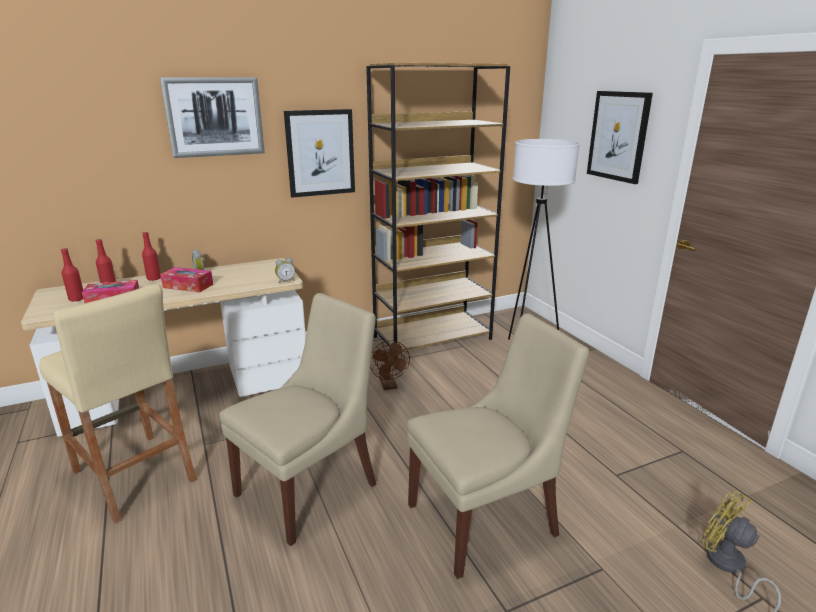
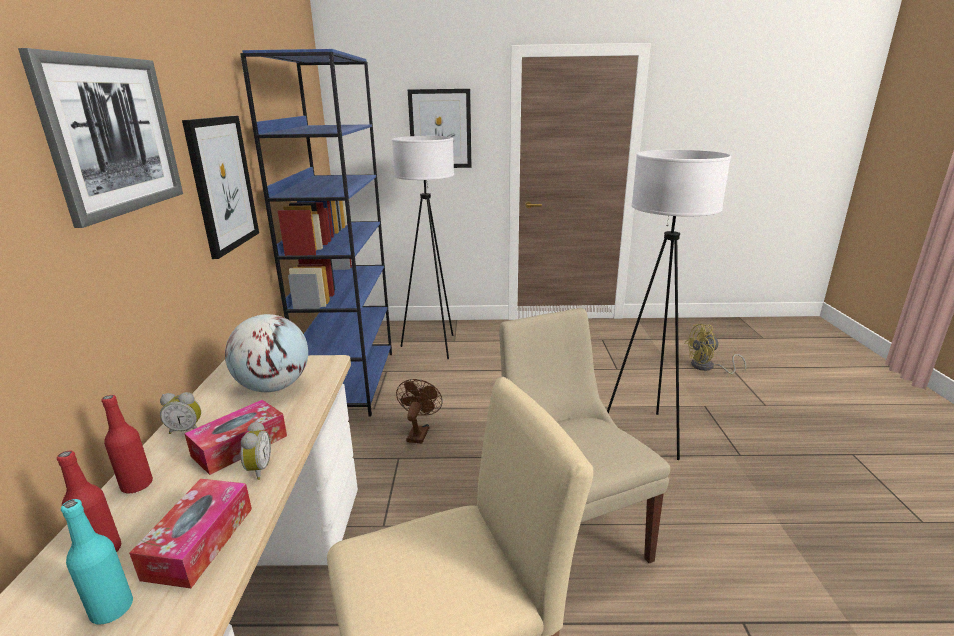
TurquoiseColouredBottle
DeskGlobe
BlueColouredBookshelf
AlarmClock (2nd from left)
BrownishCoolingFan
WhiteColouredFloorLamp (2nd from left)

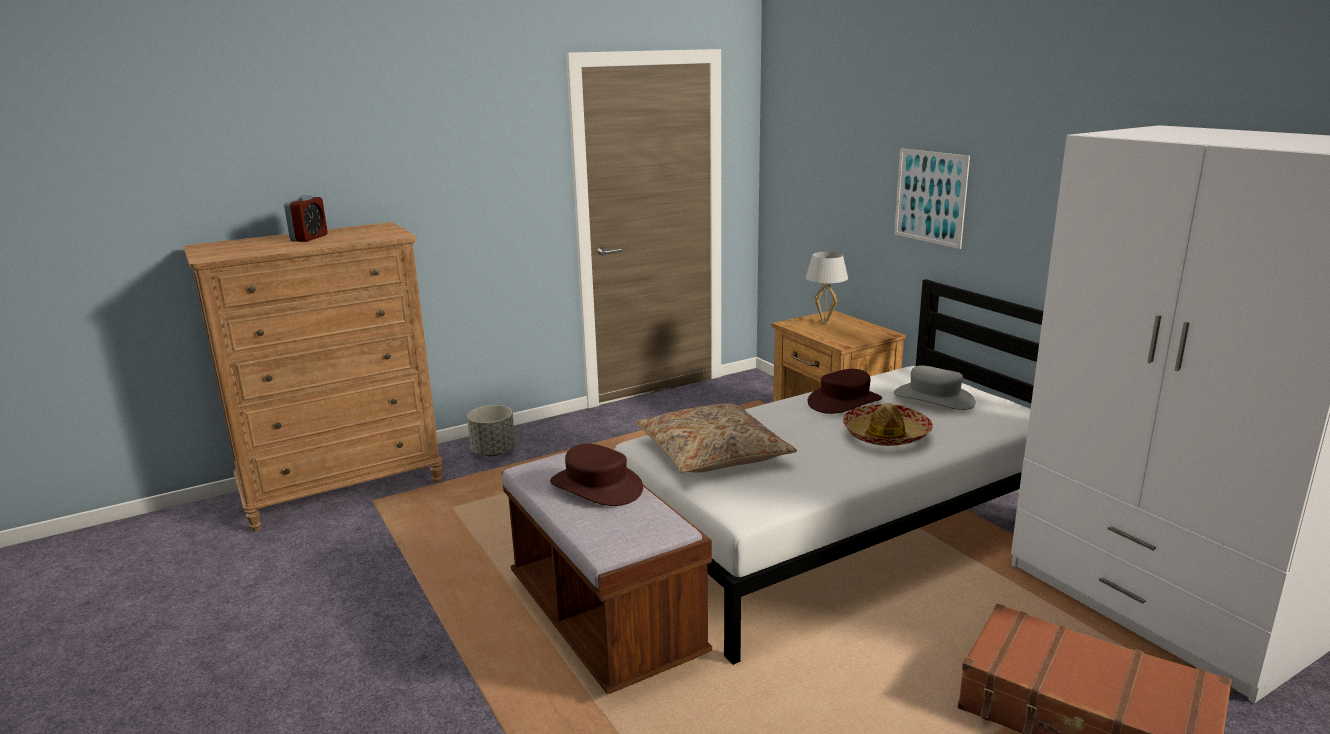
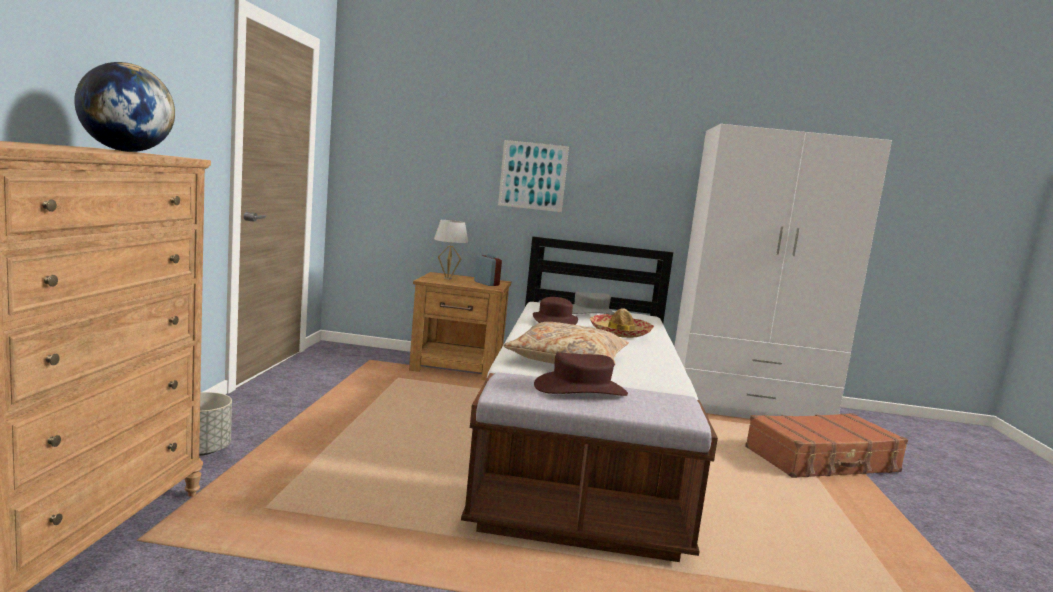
DeskGlobe
AlarmClock

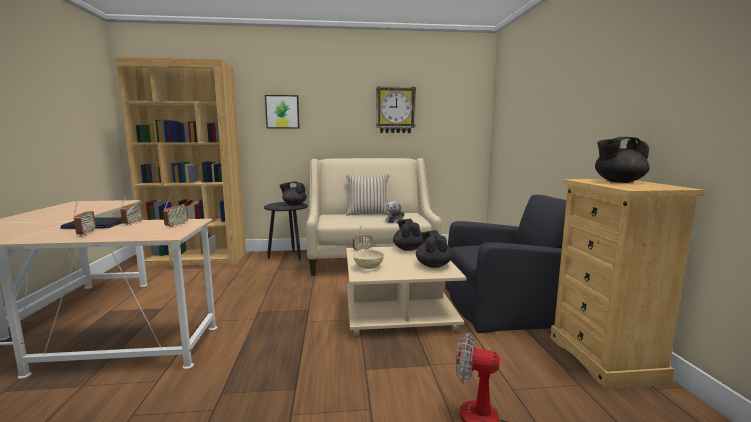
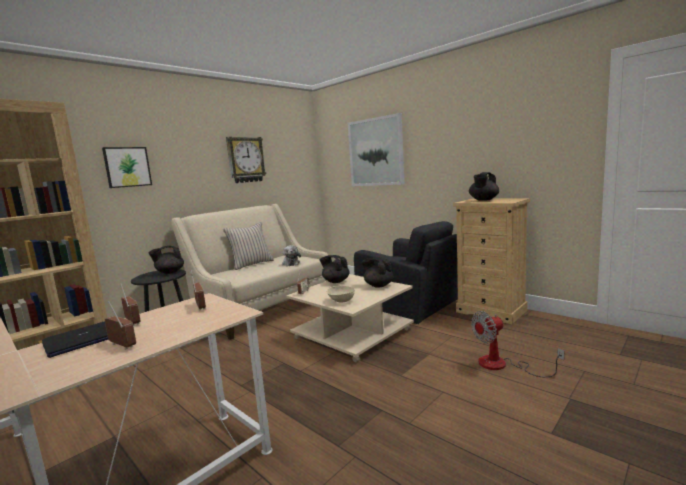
WallPicture (2nd from left)
BlackColouredArmchair

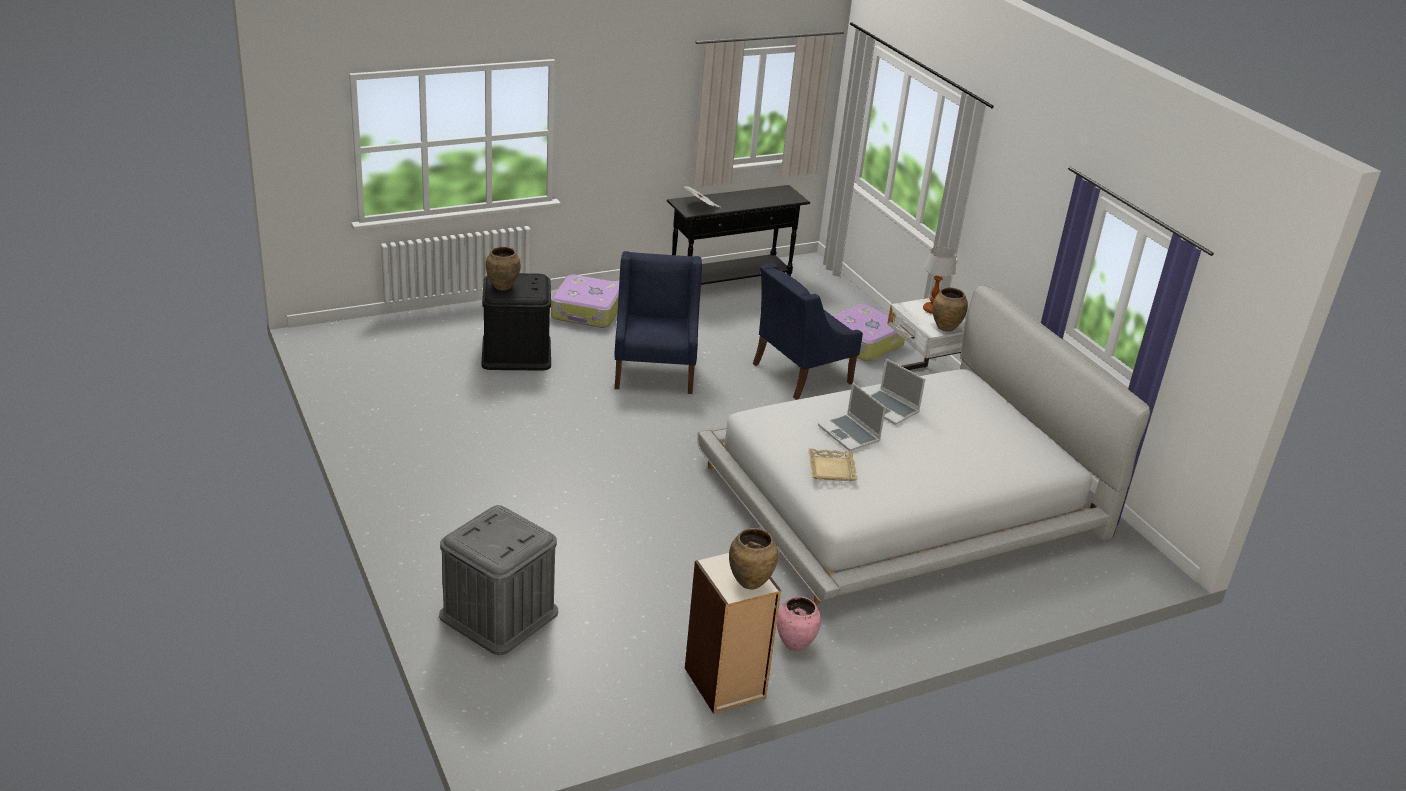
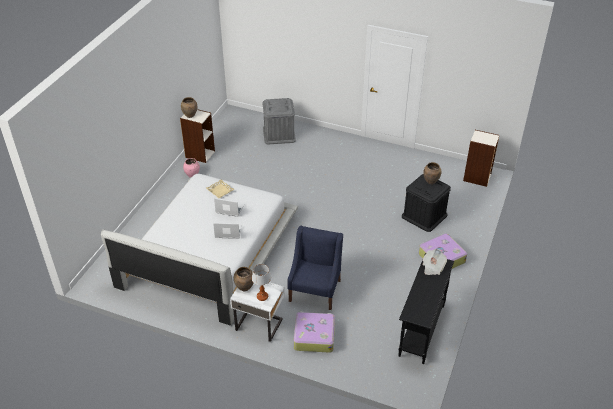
Bookshelf (2nd from left)
BlueColouredArmchair (1st from left in the first image)

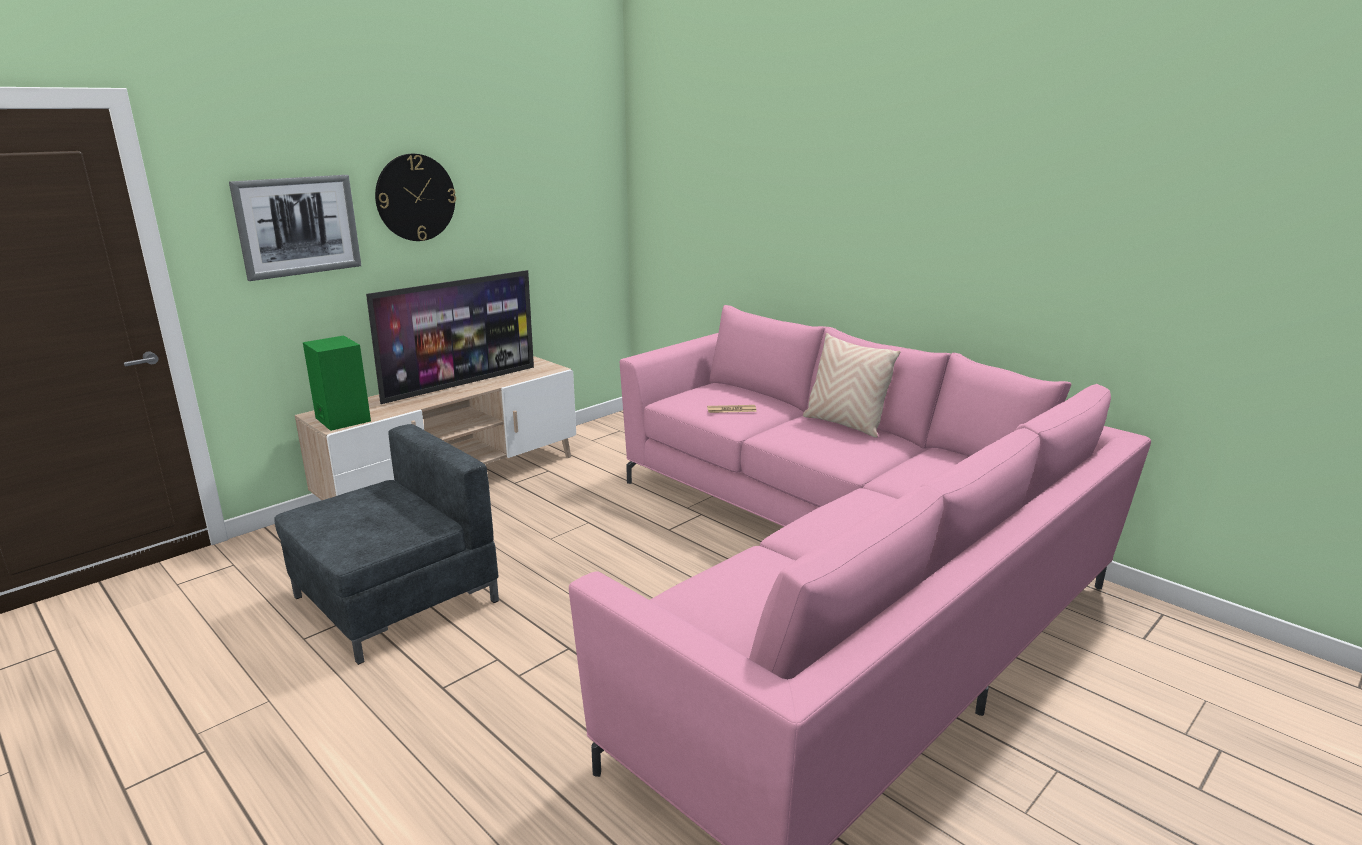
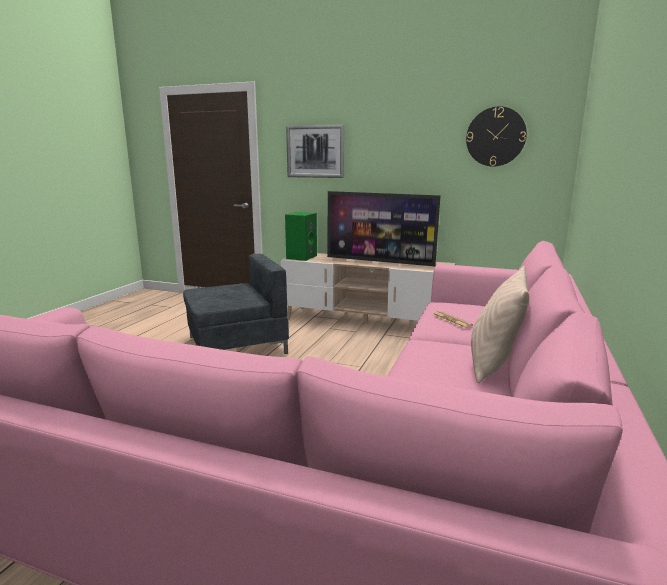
GrayArmchair
WallClock

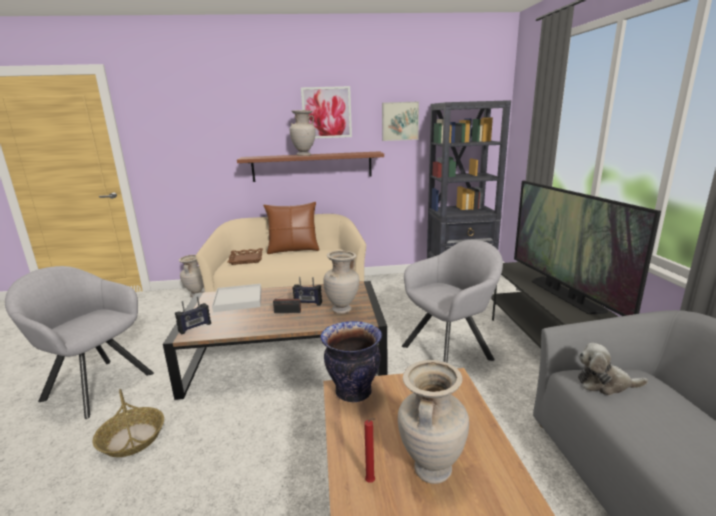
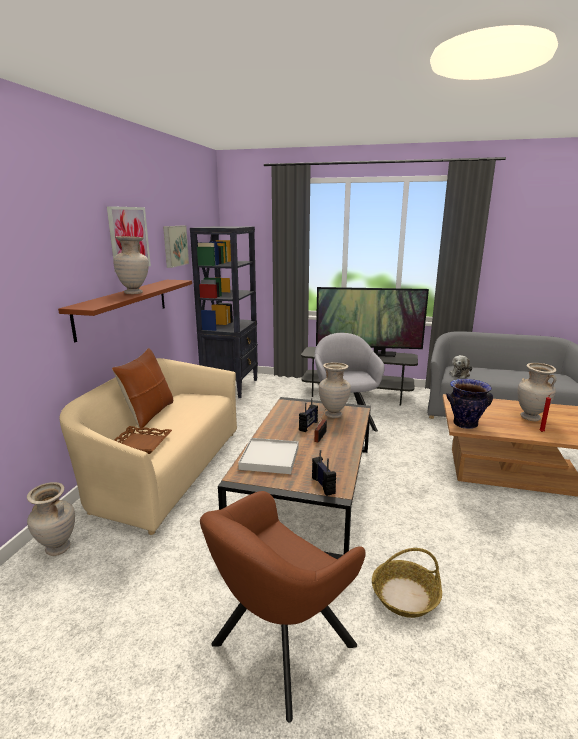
BrownishArmchair

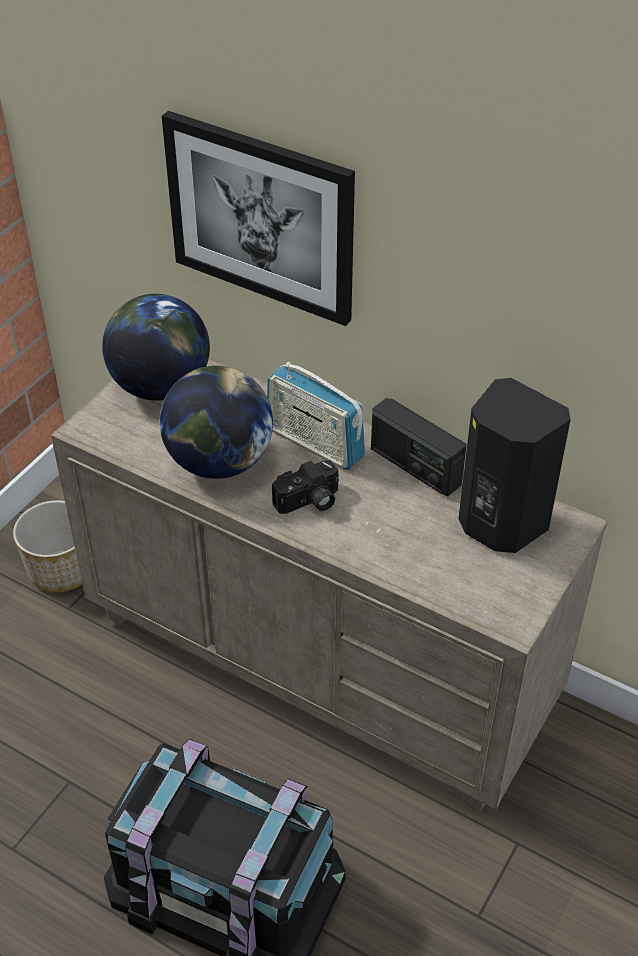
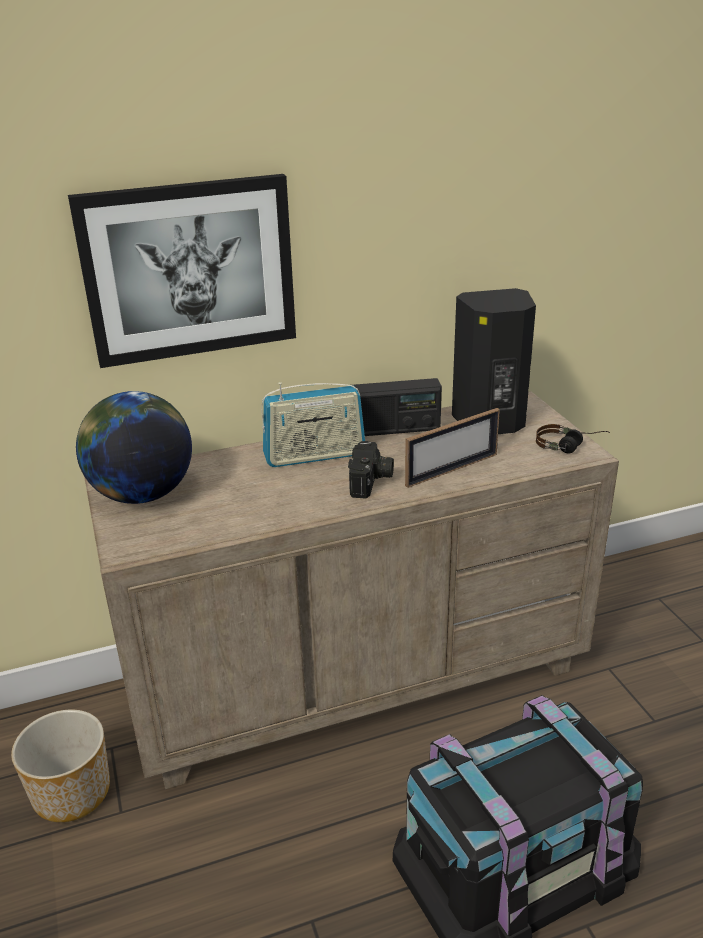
StandingFrame
Headphones
DeskGlobe (2nd from left in the first image)

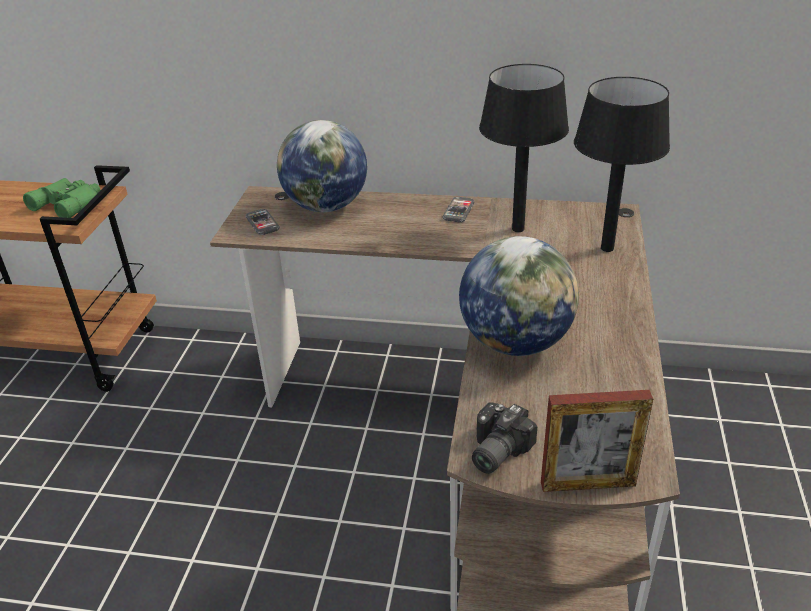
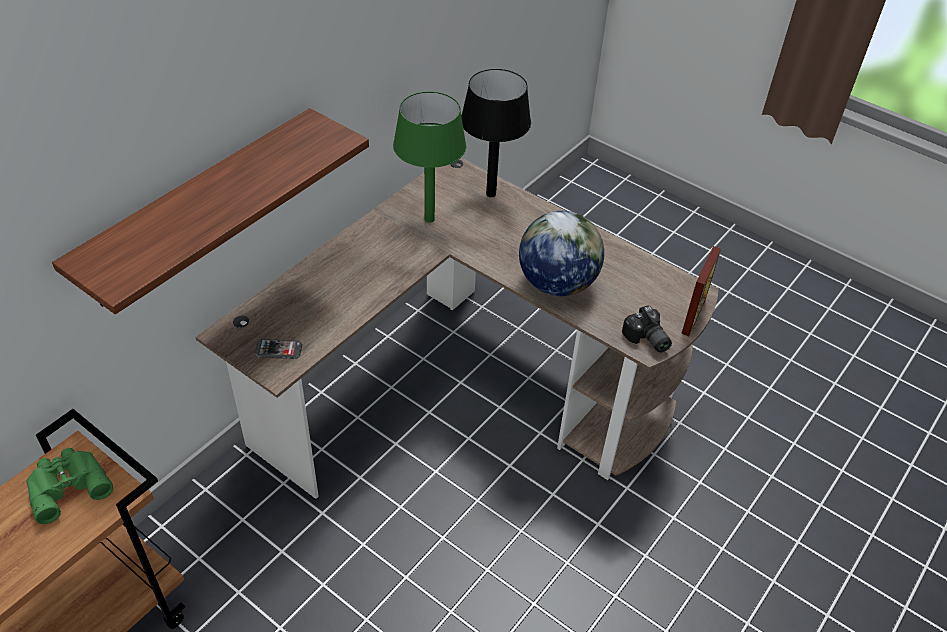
Shelf
GreenColouredLampForATable
DeskGlobe (1st from left in the first image)
Telephone (2nd from left in the first image)

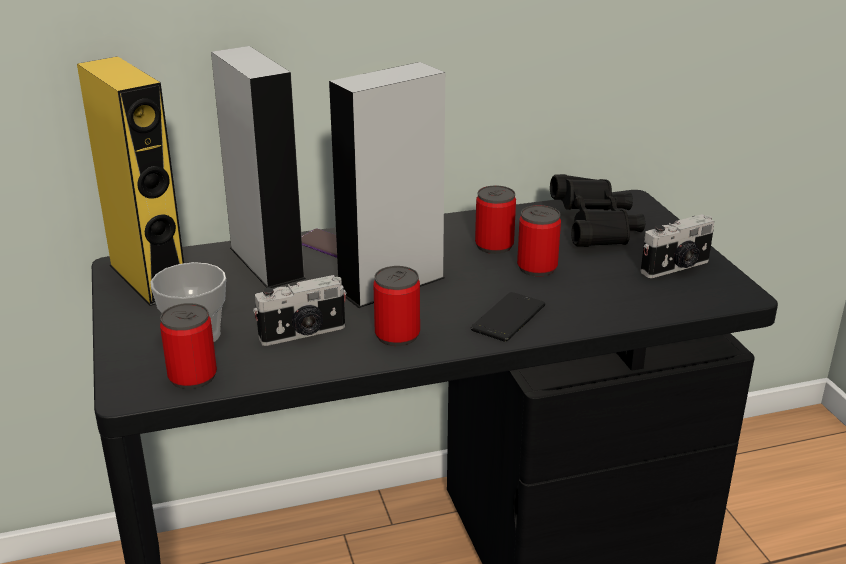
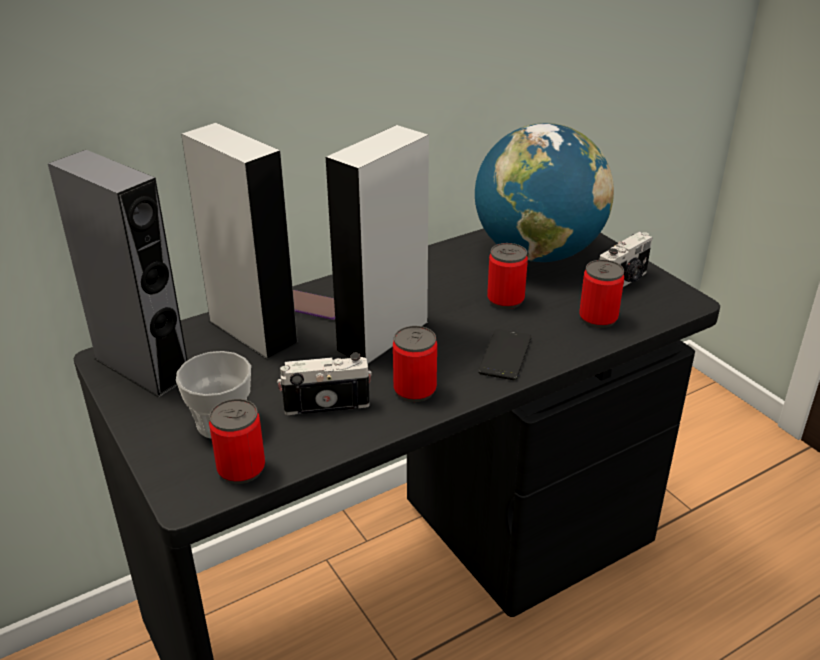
GrayLoudspeaker (1st from left)
PhotoCamera (1st from left)
DeskGlobe
SealedCan (4th from left)

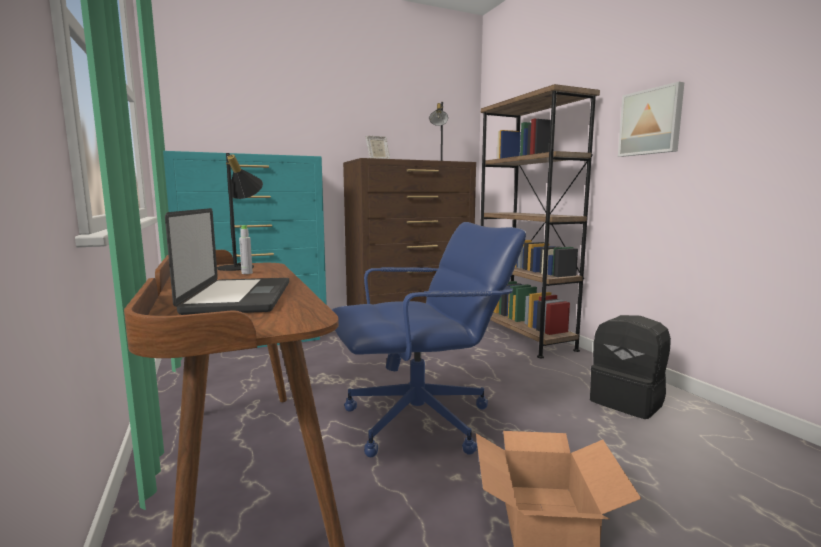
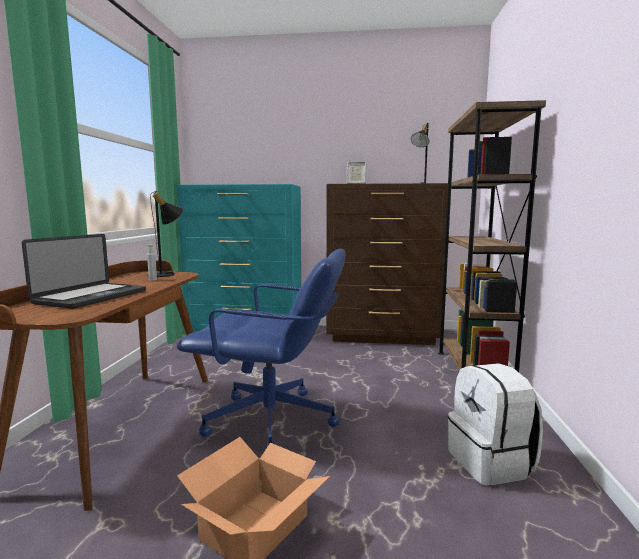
WhiteColouredBackpack
WallPicture

